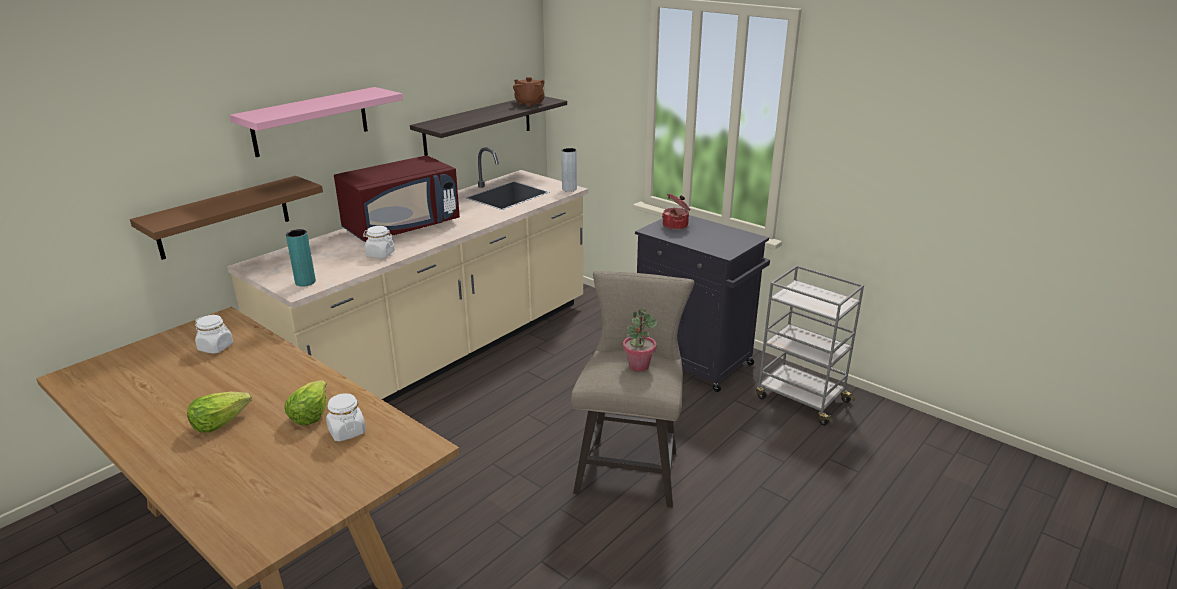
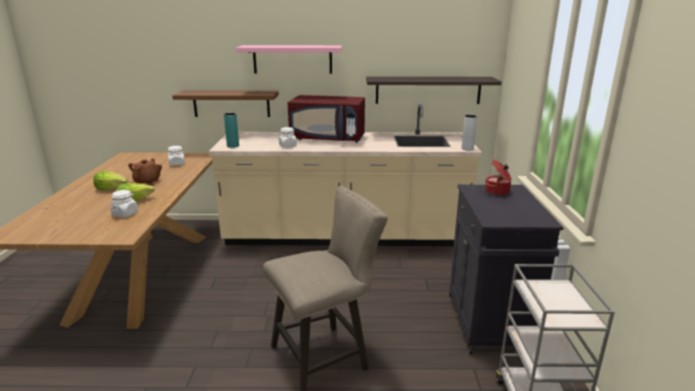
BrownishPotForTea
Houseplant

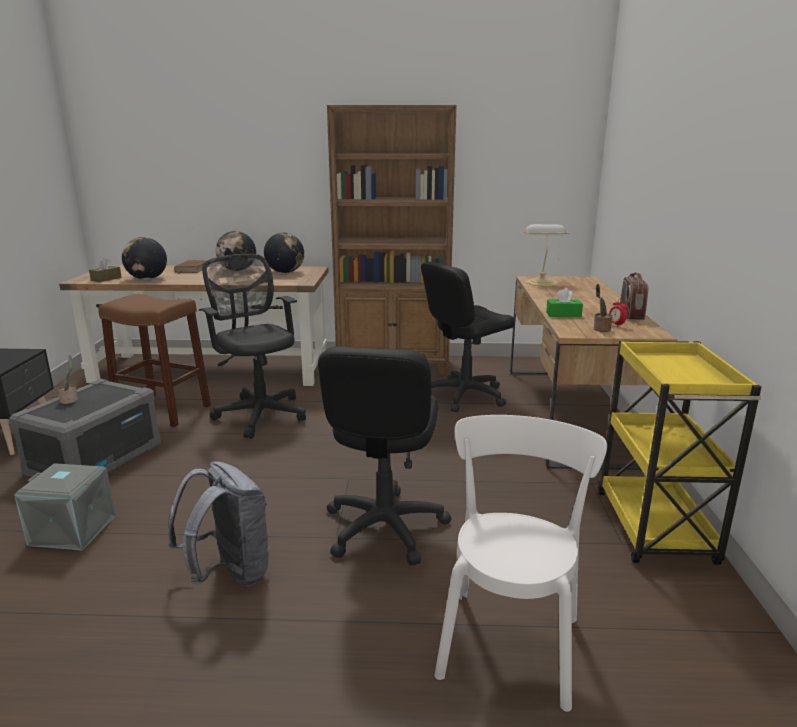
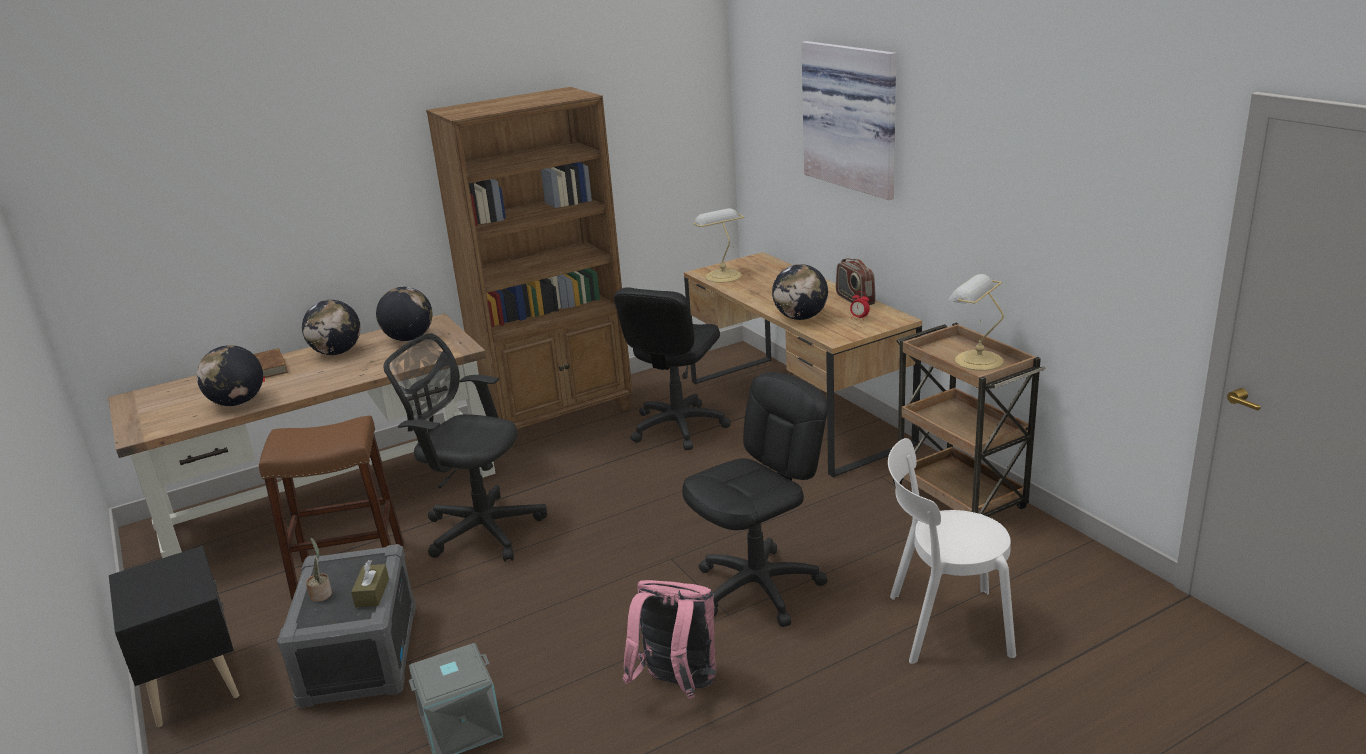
BrownishBoxOfTissues
PinkBackpack
BlackColouredOfficeChair (3rd from left)
DeskGlobe (4th from left)
WallPicture
WhiteColouredPlainChair
BrownishTrolley
LampForATable (2nd from left)
Houseplant (2nd from left in the first image)

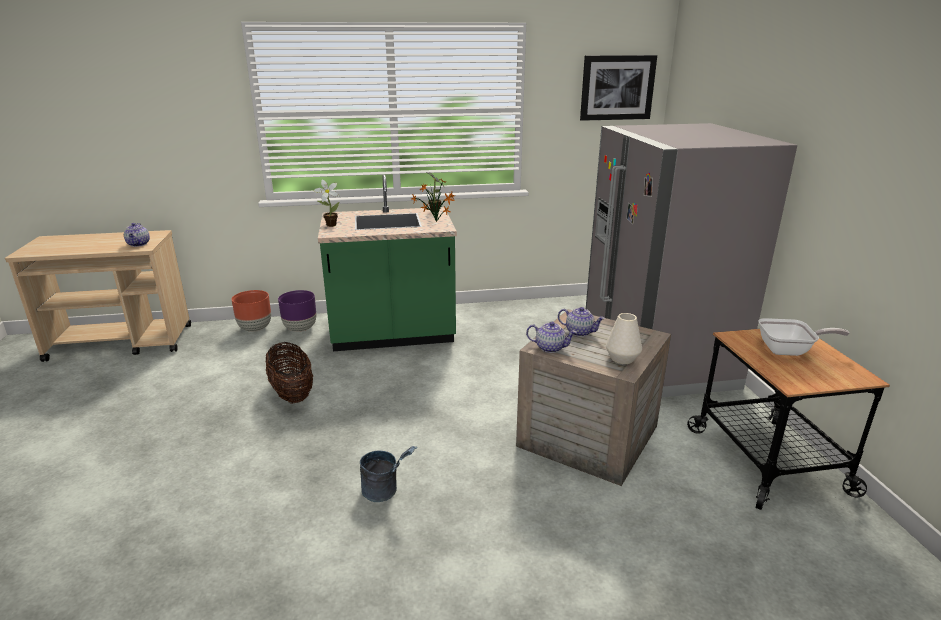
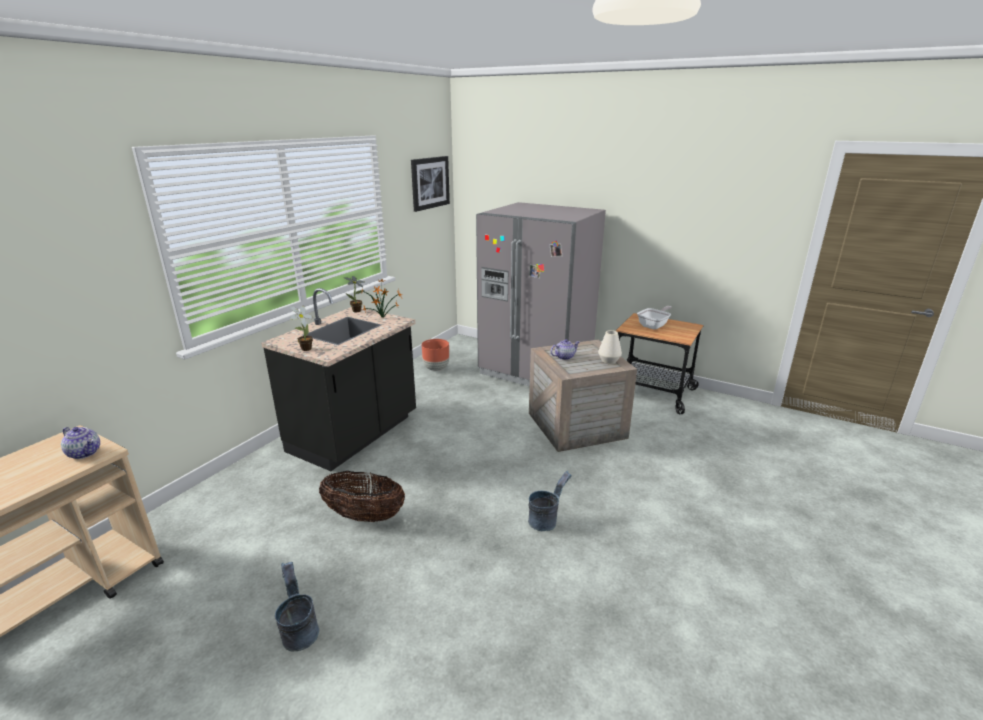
BlackColouredCounter
GrayWaterBucket (1st from left)
BrownishPlantPot
PurplePlantPot
PotForTea (2nd from left in the first image)

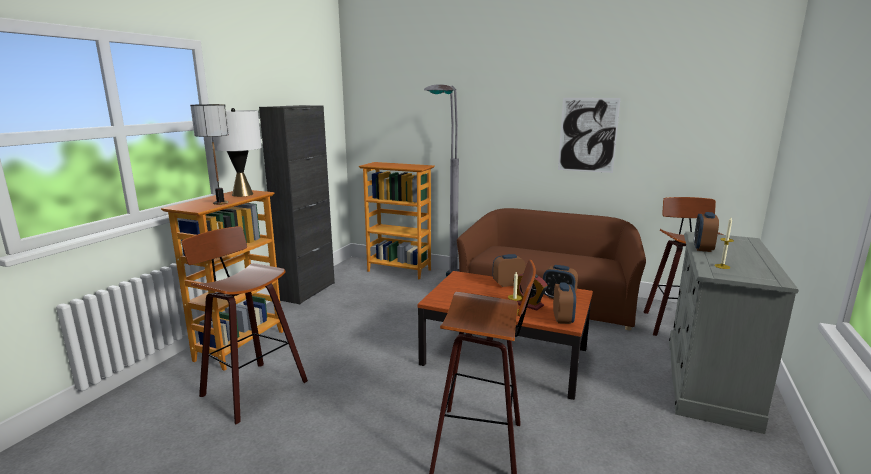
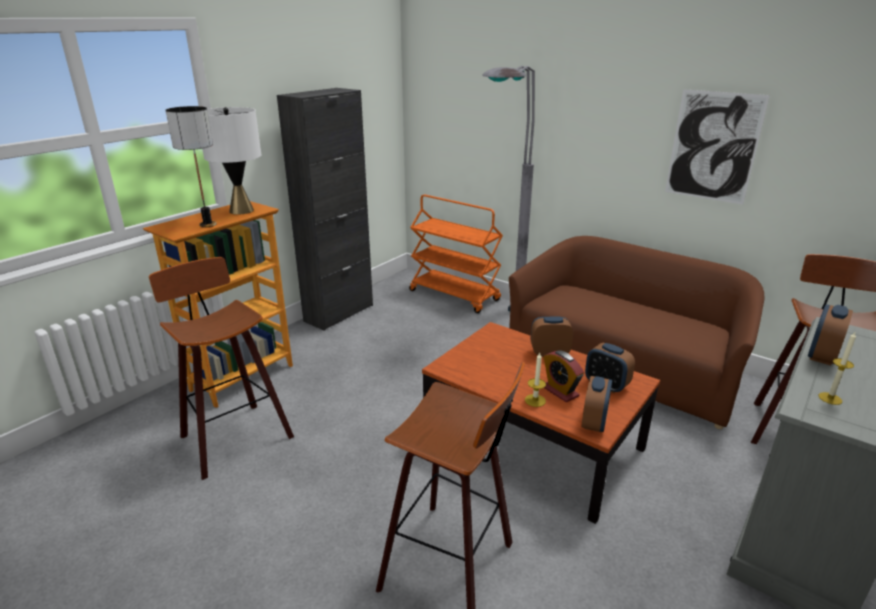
OrangeTrolley

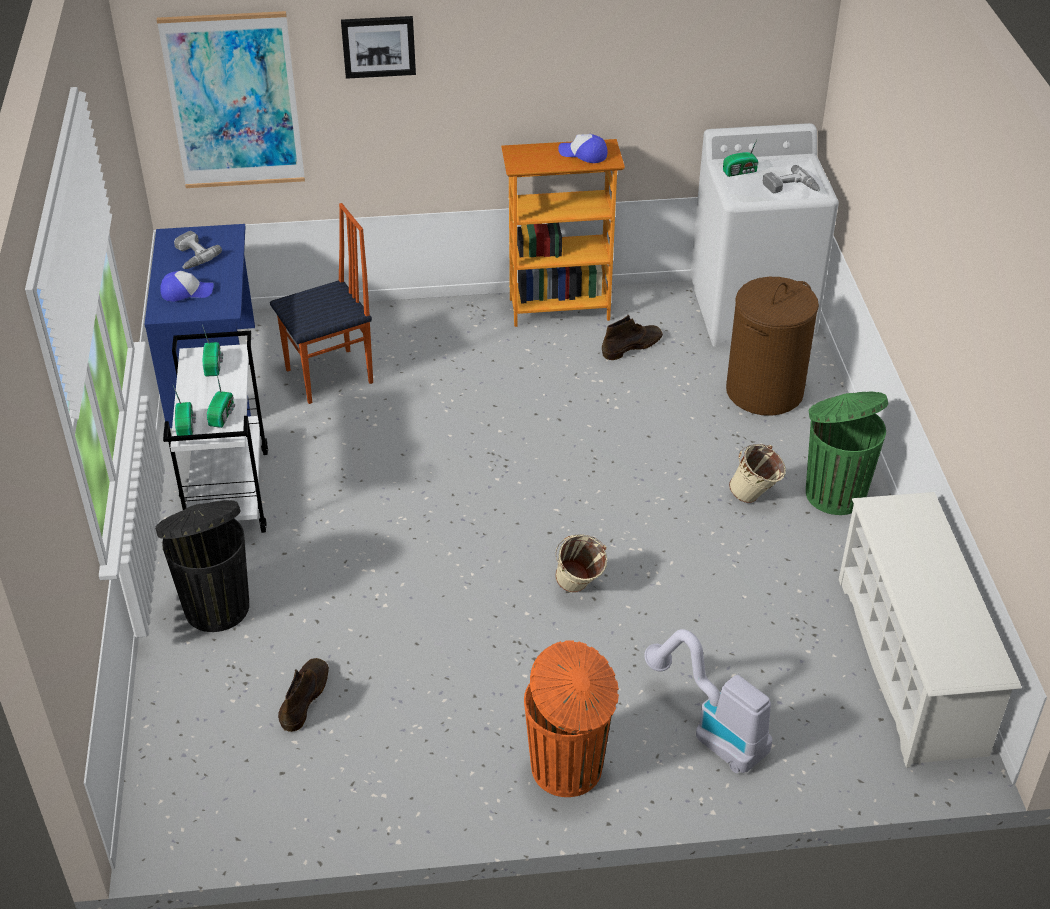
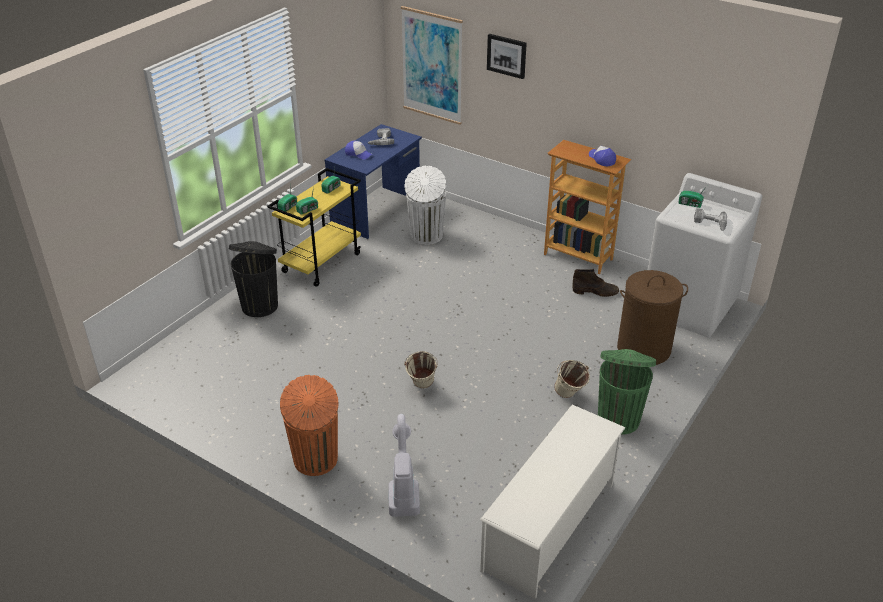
YellowishTrolley
WhiteColouredTrashCan
BrownishHighTopBoot (1st from left in the first image)

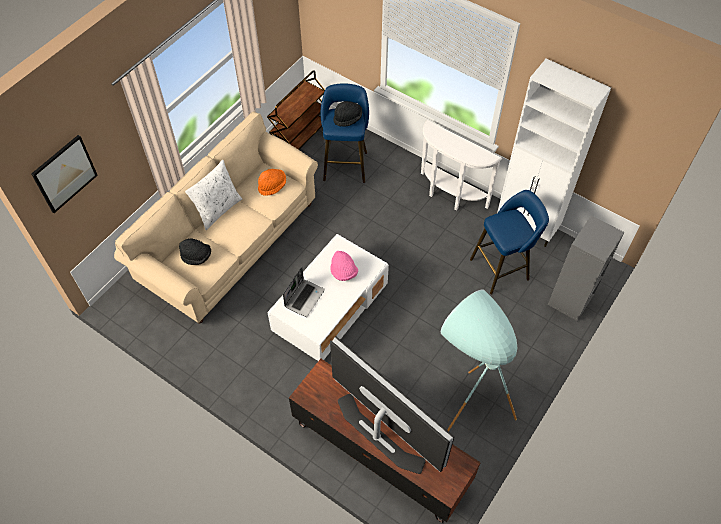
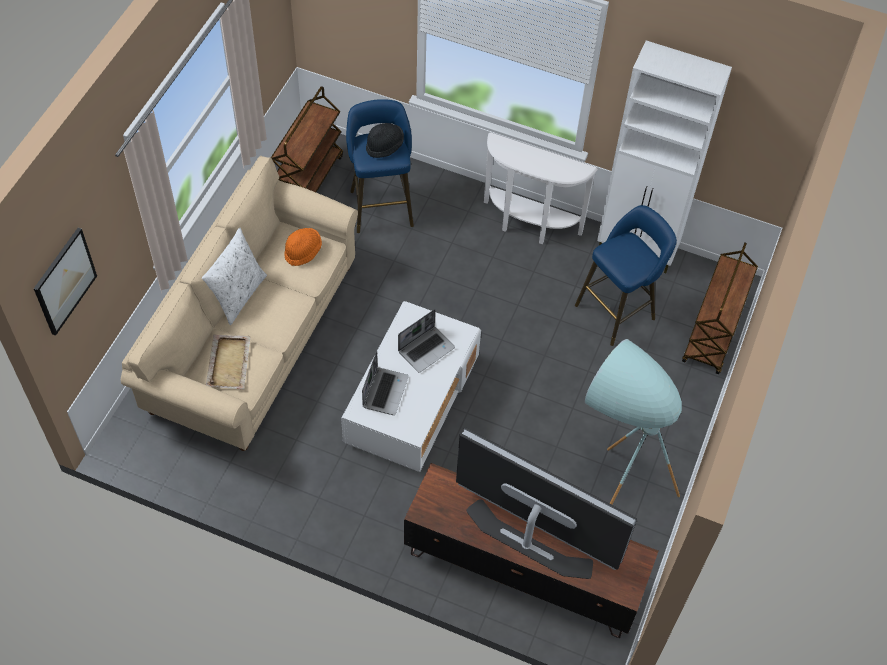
BeigeCarryingTray
Laptop (2nd from left)
BrownishTrolley (2nd from left)

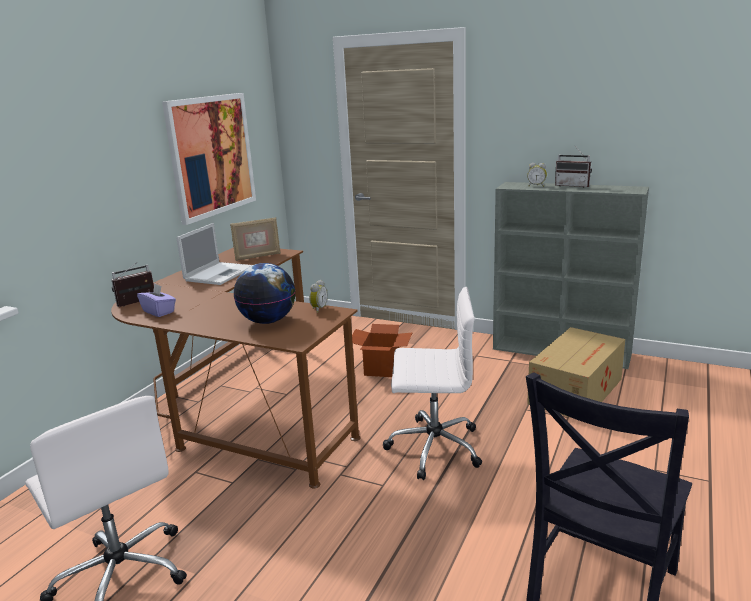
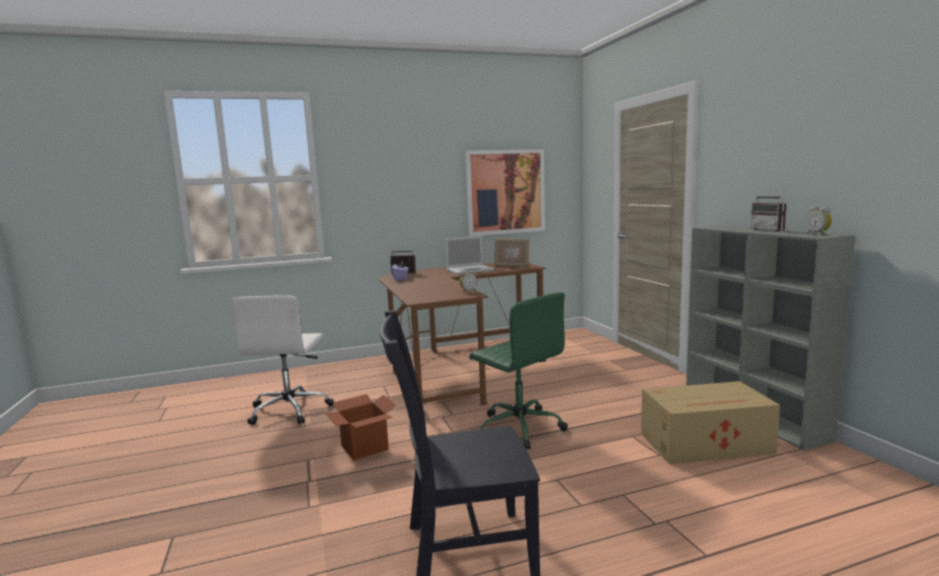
CardboardBox (1st from left)
GreenColouredOfficeChair
AlarmClock (2nd from left)
DeskGlobe

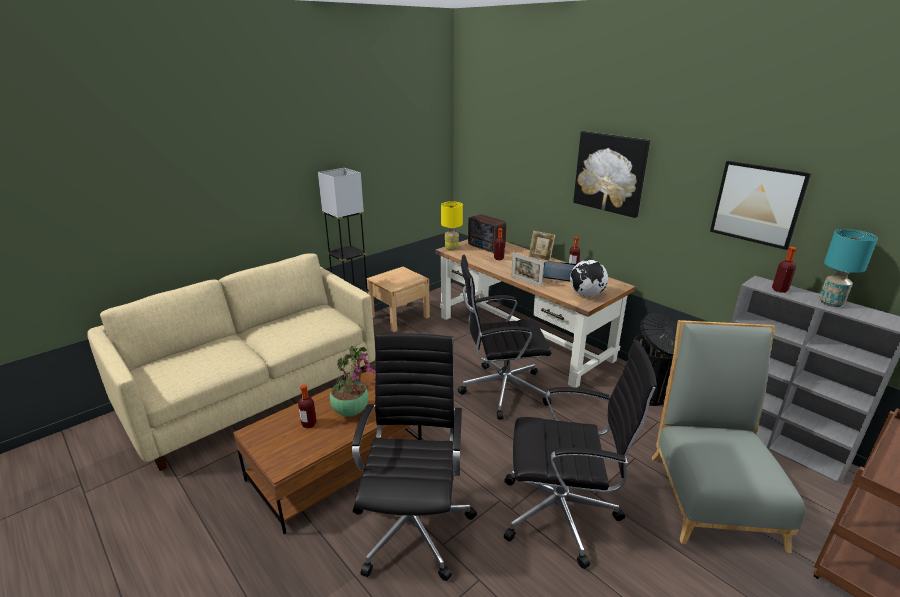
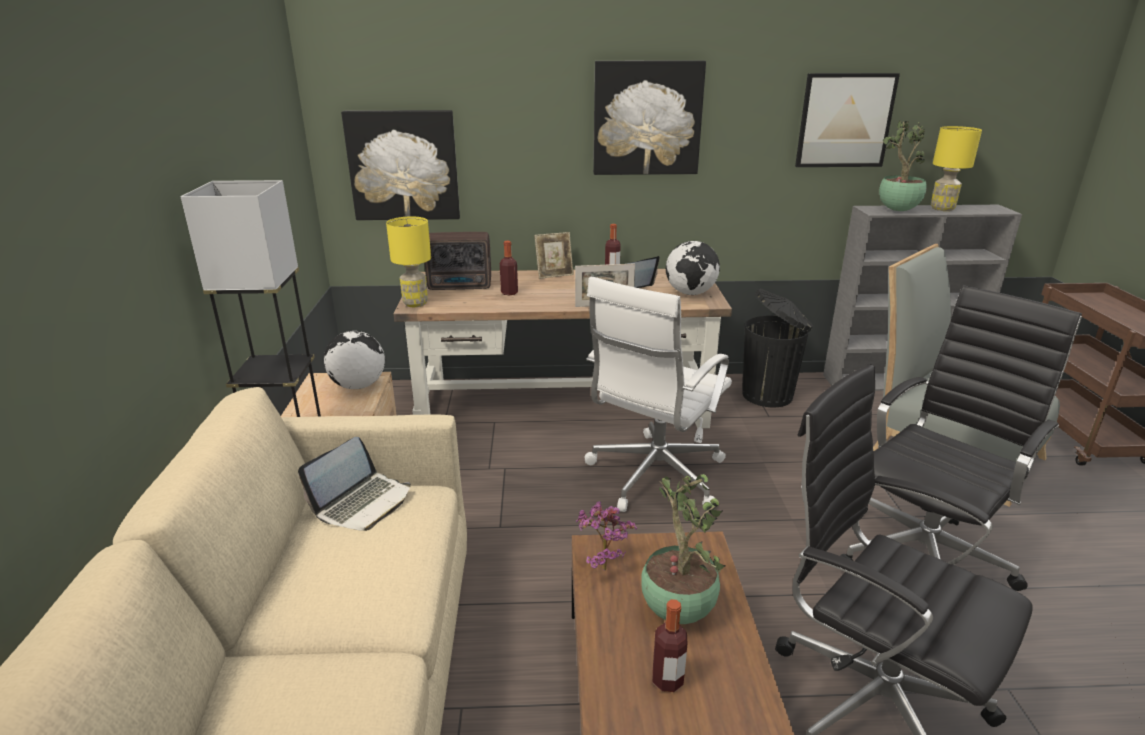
Laptop (1st from left)
DeskGlobe (1st from left)
WallPicture (1st from left)
WhiteColouredOfficeChair
Houseplant (3rd from left)
YellowishLampForATable (2nd from left)

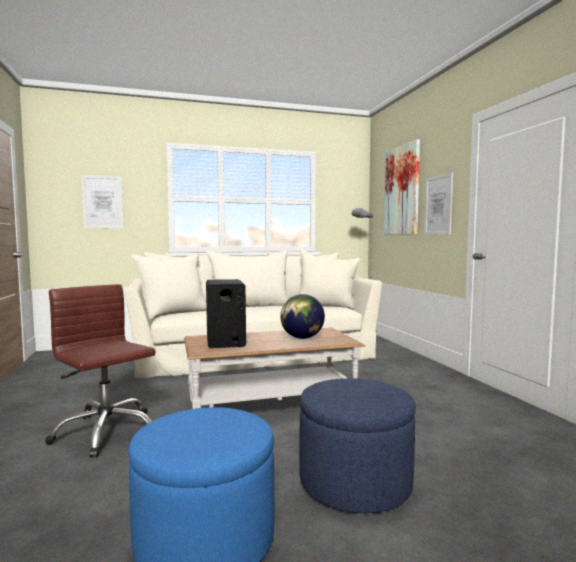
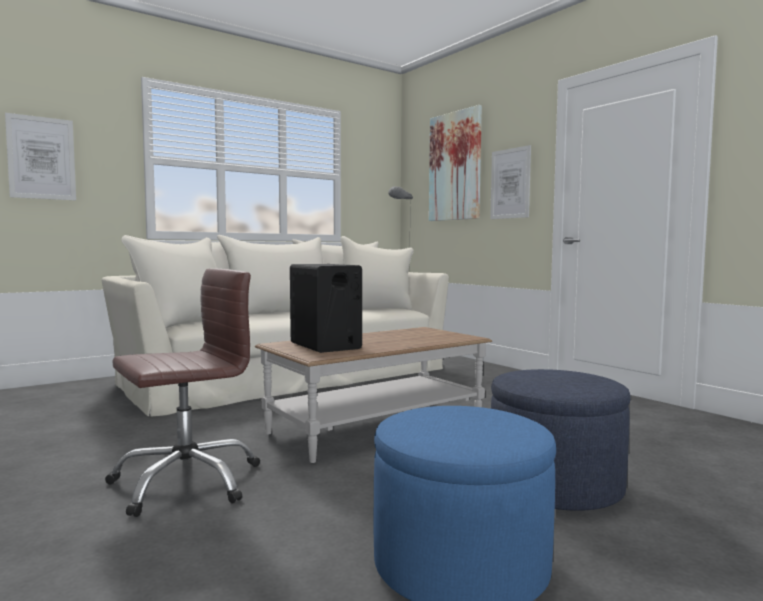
BrownishOfficeChair
DeskGlobe

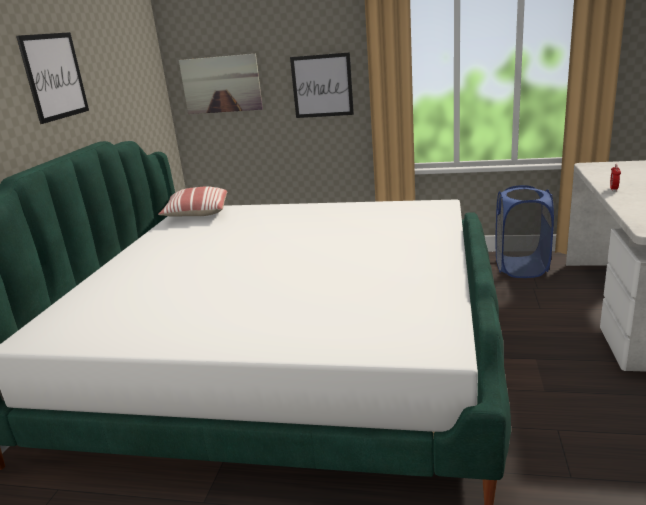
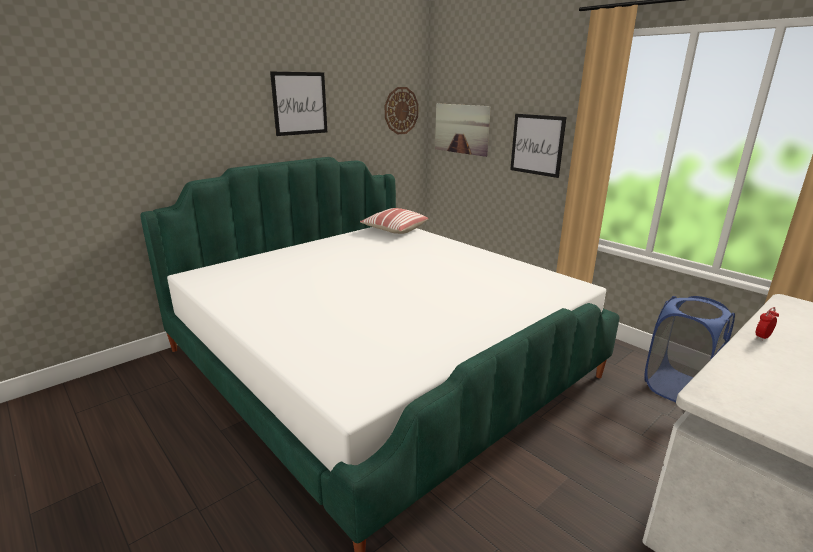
WallClock

